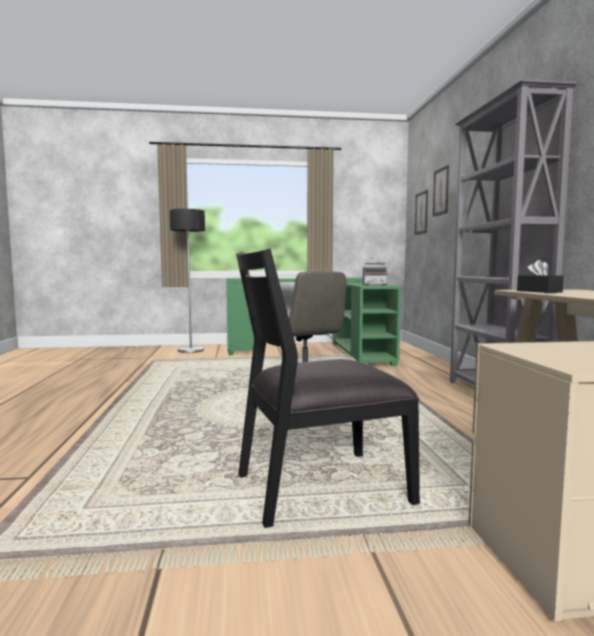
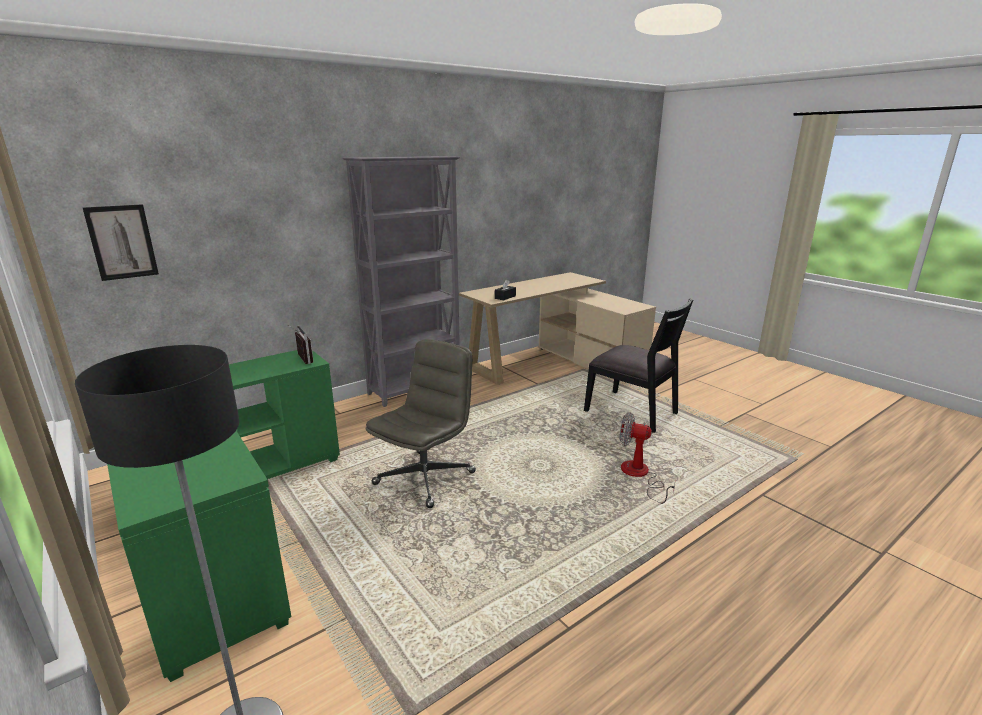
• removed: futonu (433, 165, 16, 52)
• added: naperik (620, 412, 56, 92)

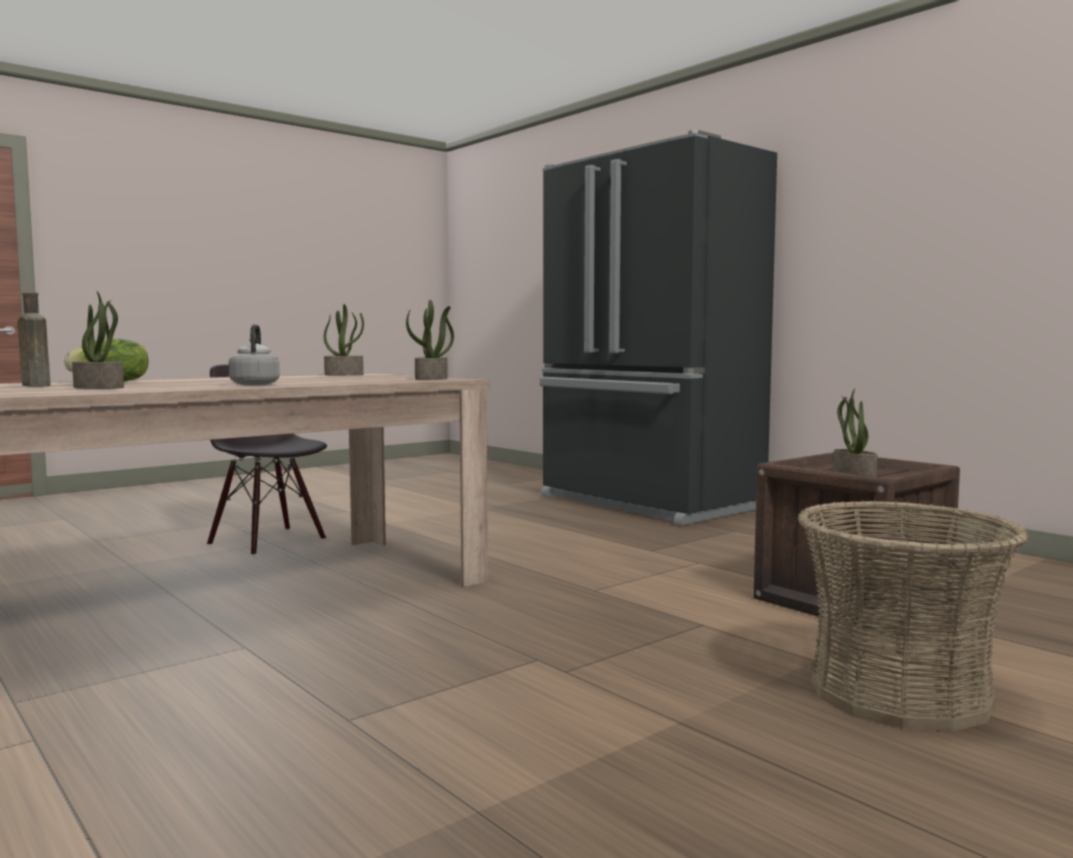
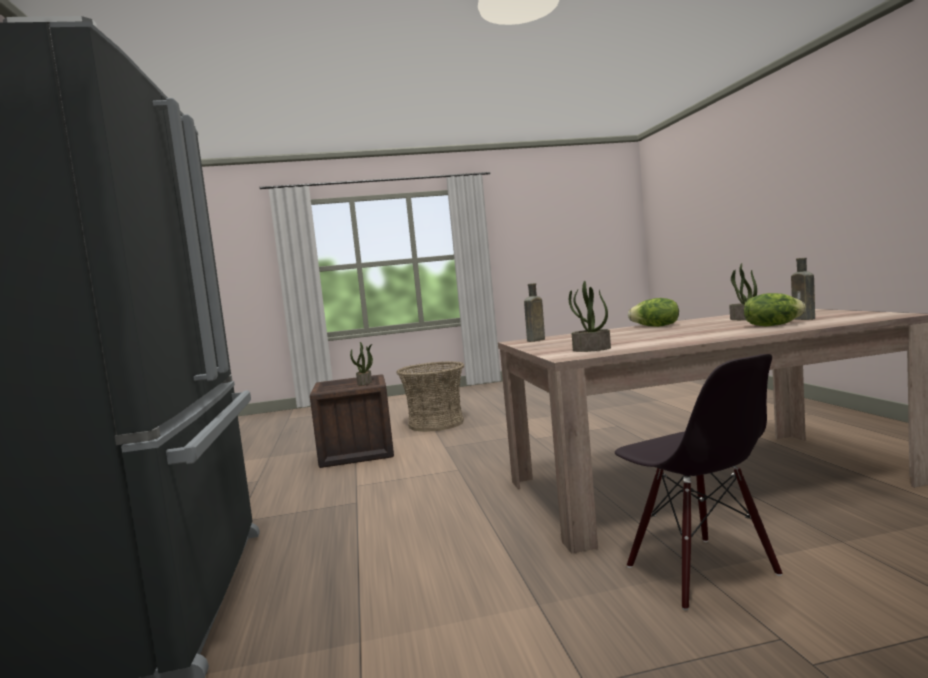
• replaced: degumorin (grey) (229, 324, 51, 62) to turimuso (628, 298, 51, 29)
• replaced: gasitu (406, 300, 48, 80) to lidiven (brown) (524, 283, 21, 59)

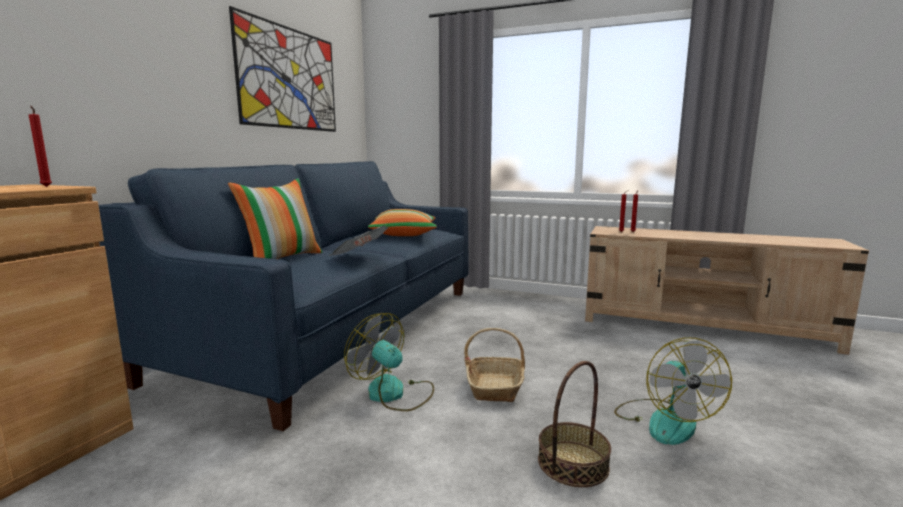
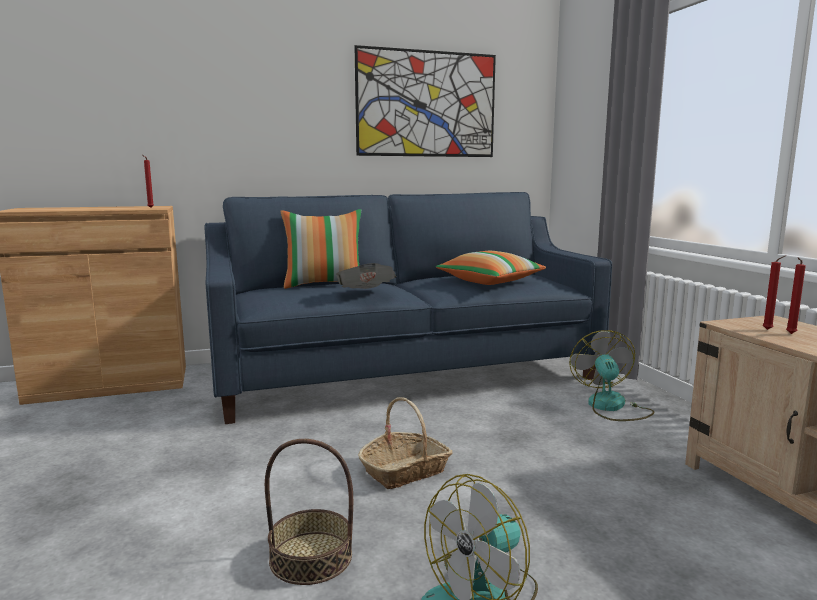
• moved: naperik (344, 313, 90, 98) to (569, 330, 85, 91)

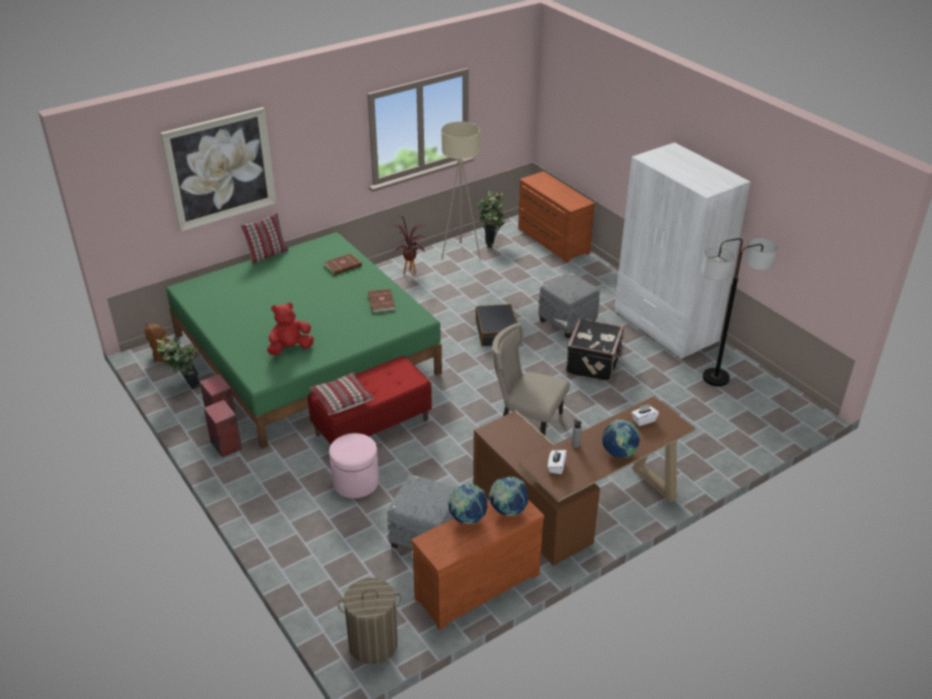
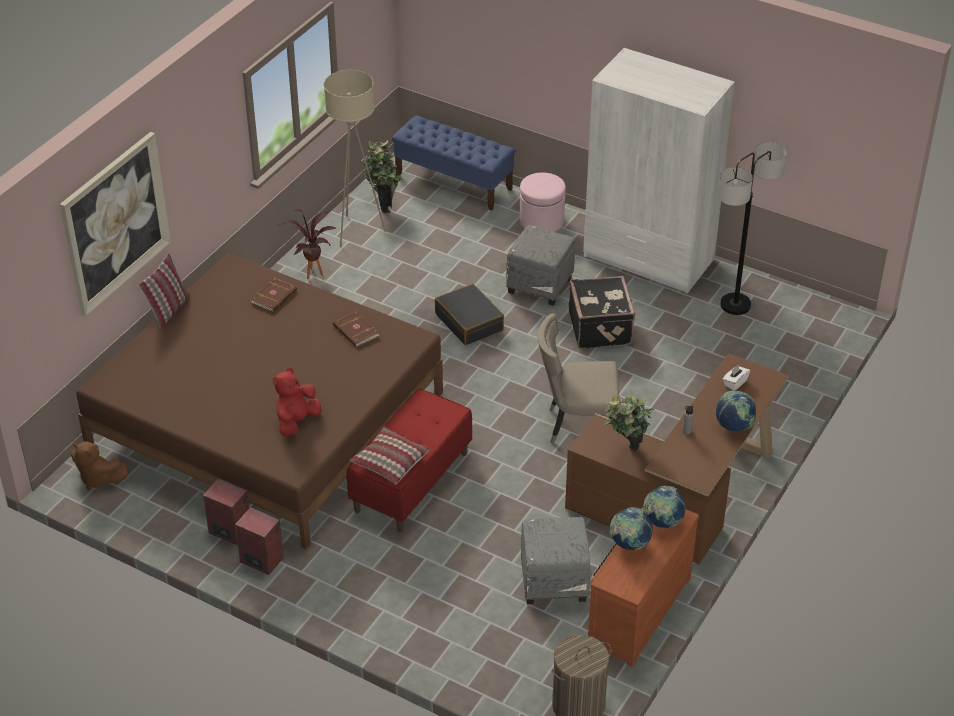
• moved: gasitu (155, 337, 45, 52) to (604, 395, 51, 56)
• recoloured: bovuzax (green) (166, 232, 276, 217) to bovuzax (brown) (76, 253, 367, 296)
• moved: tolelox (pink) (329, 433, 50, 65) to (520, 173, 46, 59)
• replaced: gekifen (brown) (518, 171, 77, 92) to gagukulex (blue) (392, 116, 123, 95)
• removed: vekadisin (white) (548, 449, 19, 25)

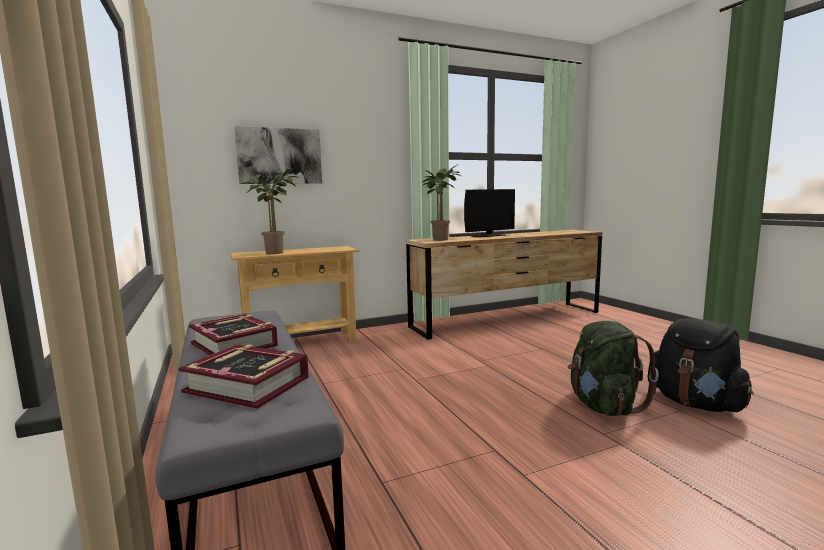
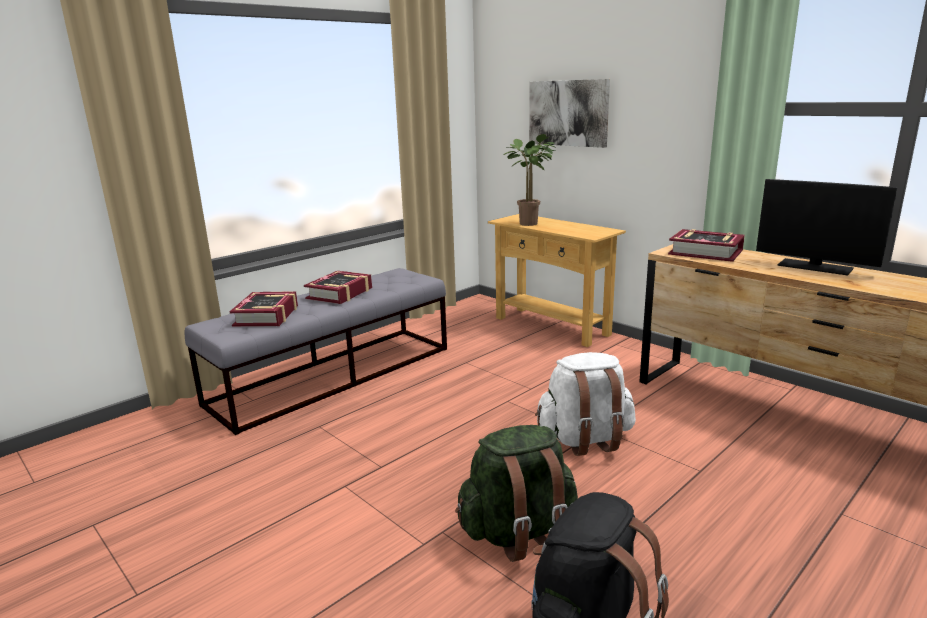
• replaced: gasitu (423, 165, 38, 76) to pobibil (668, 229, 77, 33)
• added: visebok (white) (535, 352, 101, 104)

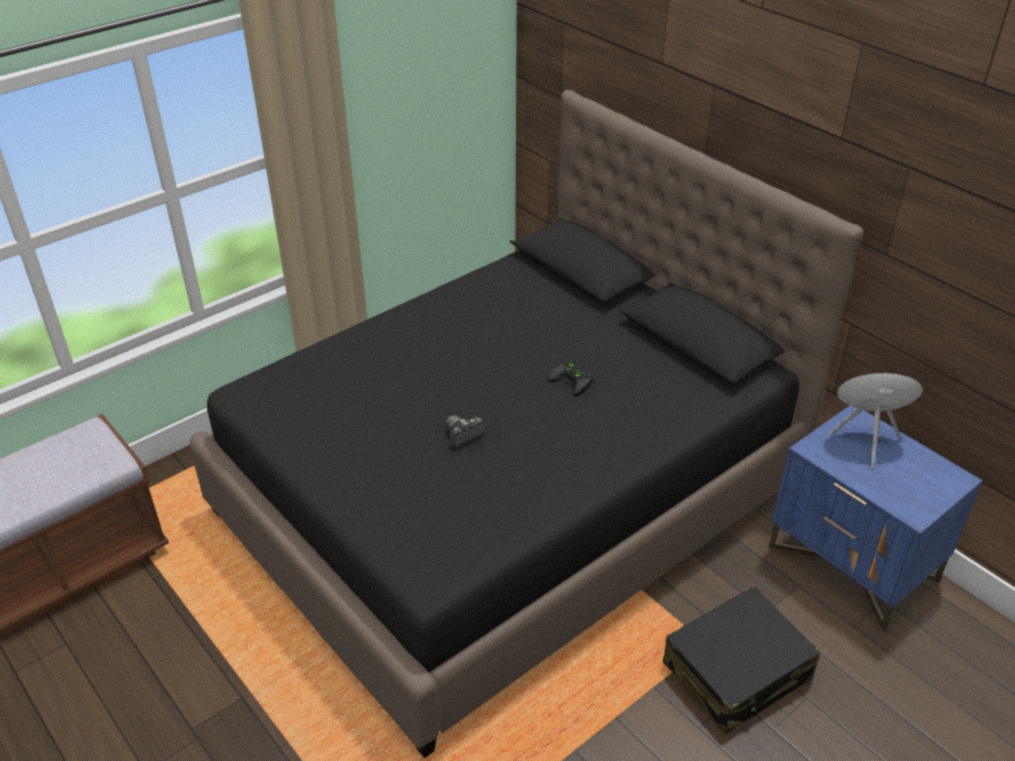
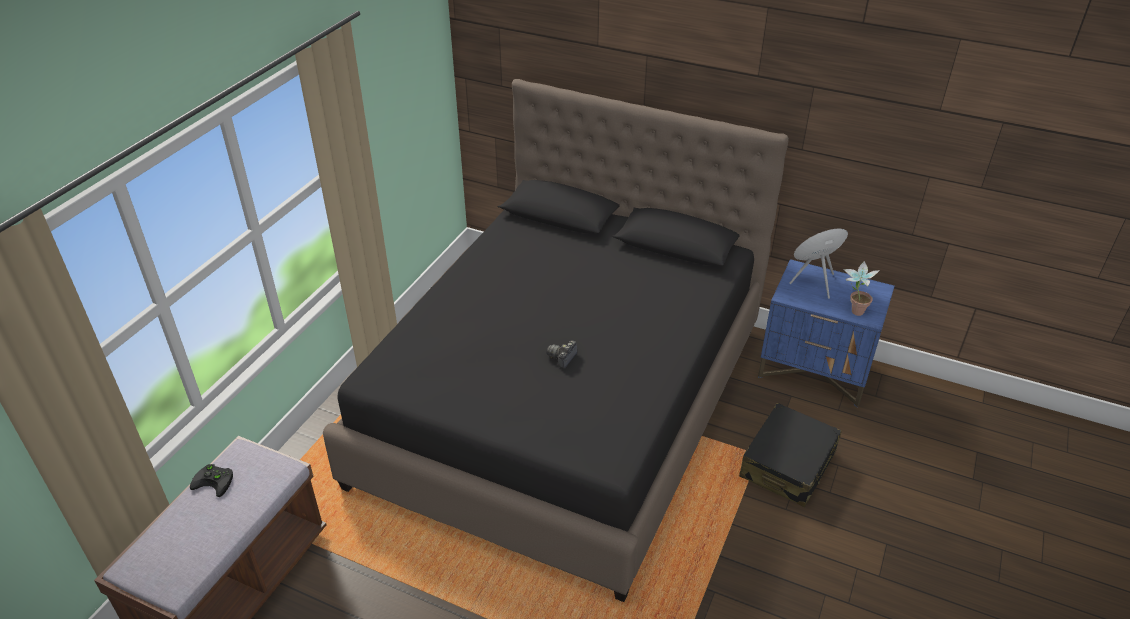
• moved: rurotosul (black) (548, 361, 46, 35) to (190, 464, 43, 33)
• added: gasitu (843, 261, 37, 55)

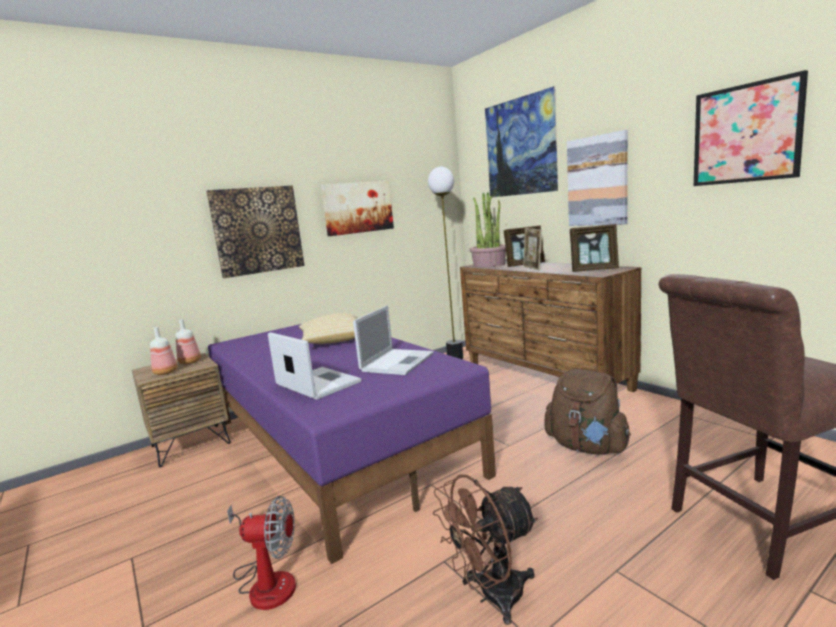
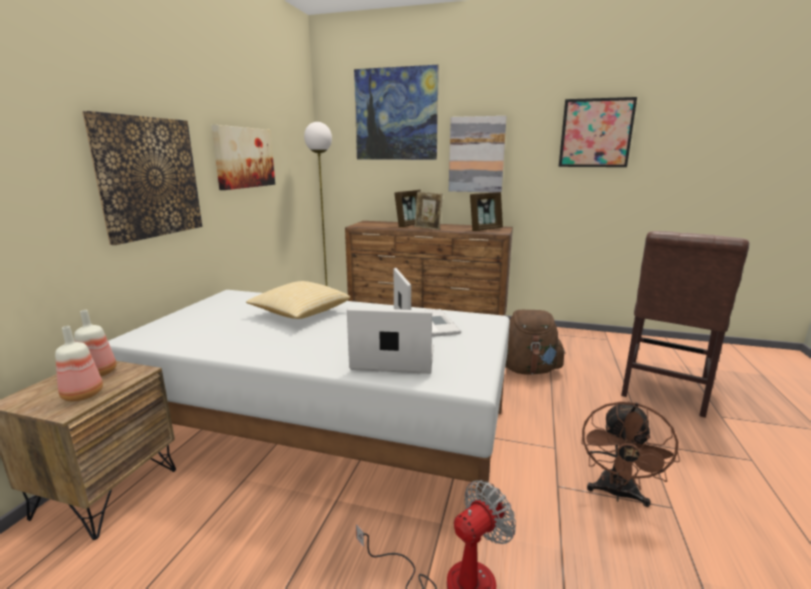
• recoloured: bovuzax (purple) (208, 324, 288, 240) to bovuzax (white) (108, 290, 402, 210)
• removed: gasitu (470, 192, 36, 75)

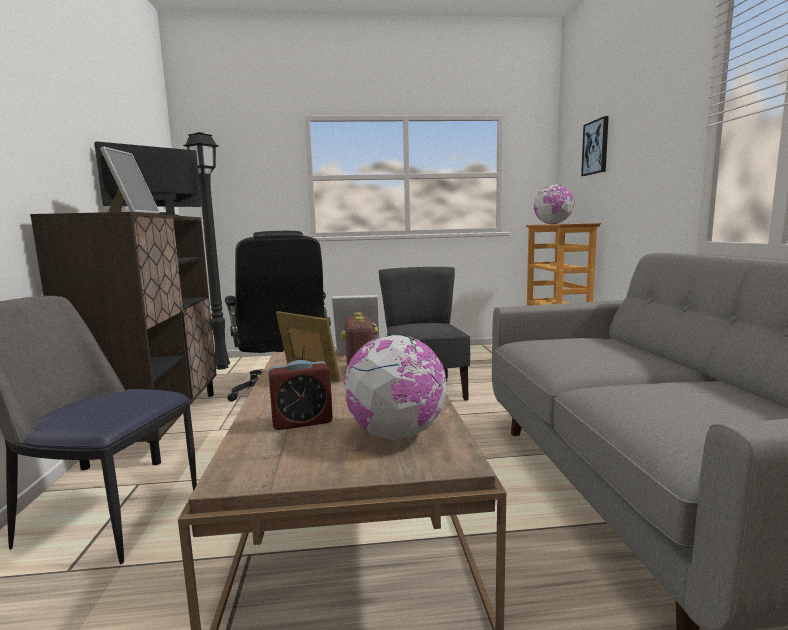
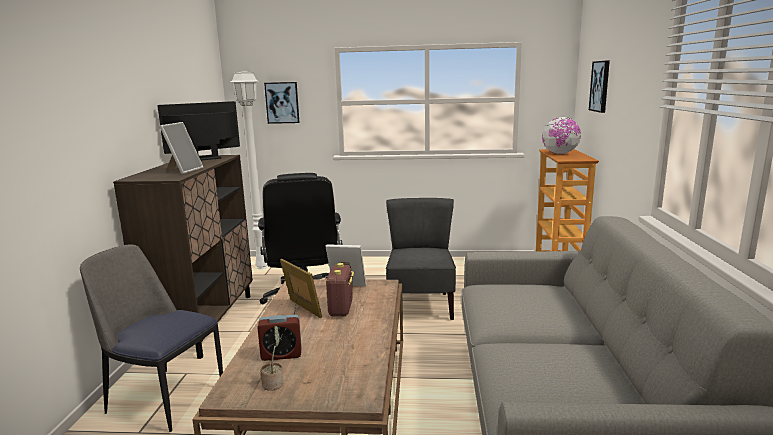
• recoloured: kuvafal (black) (183, 132, 47, 237) to kuvafal (white) (230, 71, 37, 198)
• removed: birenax (344, 335, 103, 105)
• added: gasitu (260, 326, 23, 65)
• added: futonu (264, 82, 36, 42)

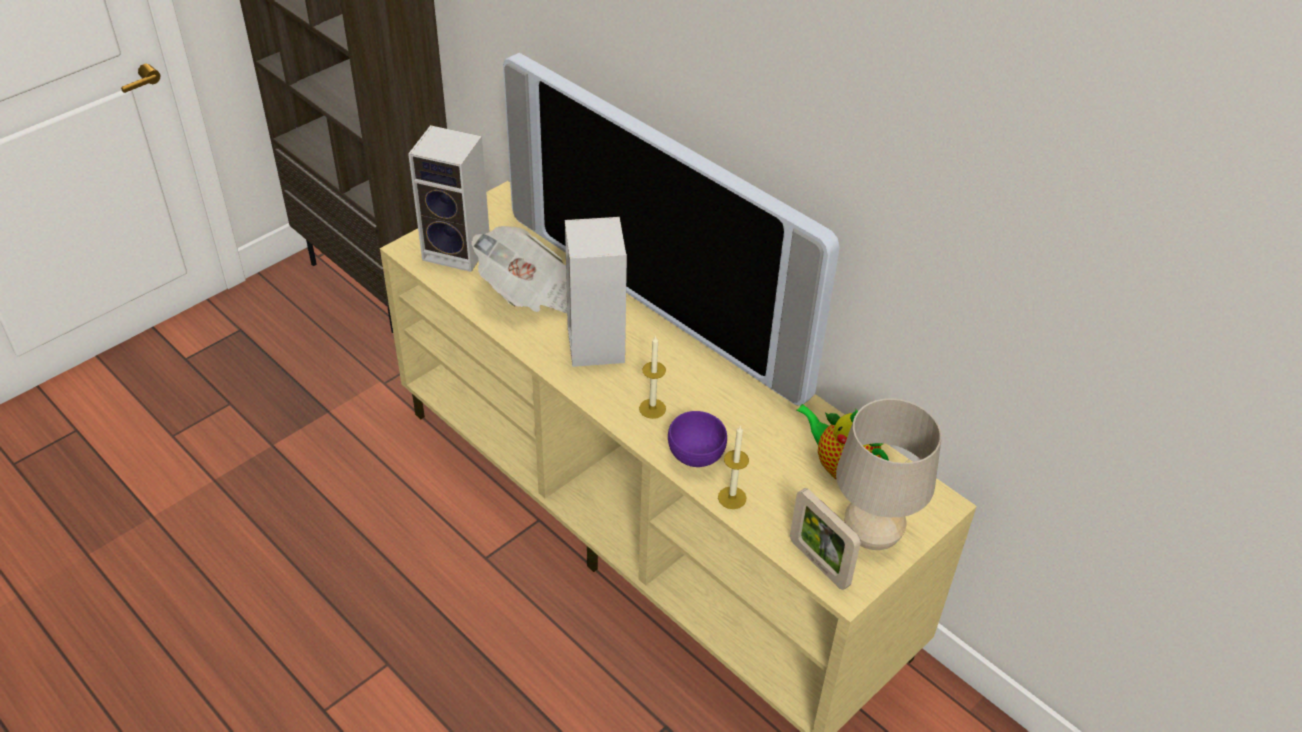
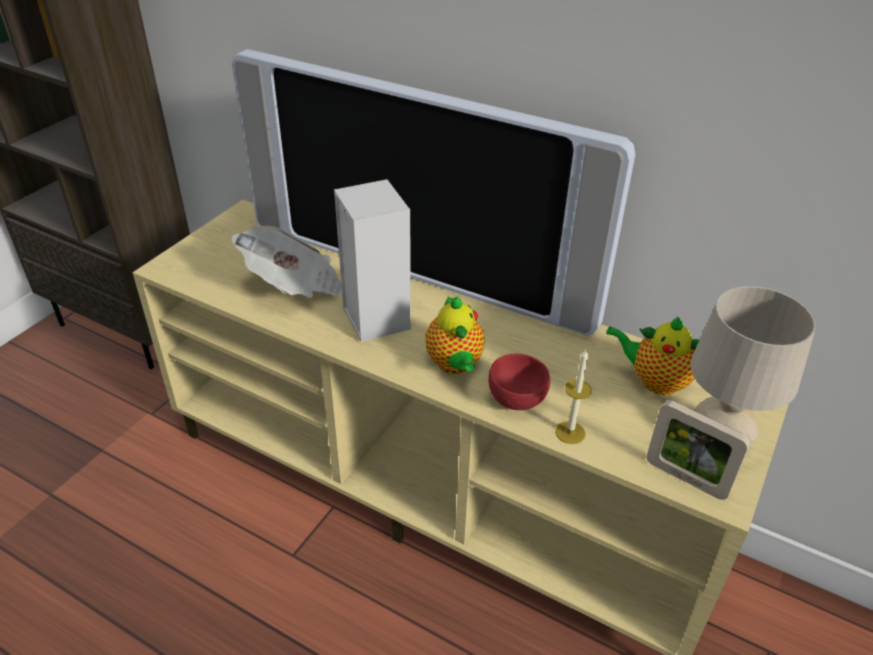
• removed: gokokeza (408, 125, 81, 147)
• replaced: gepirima (639, 335, 27, 84) to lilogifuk (425, 296, 60, 78)
• recoloured: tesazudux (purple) (668, 411, 59, 56) to tesazudux (red) (488, 354, 62, 56)

